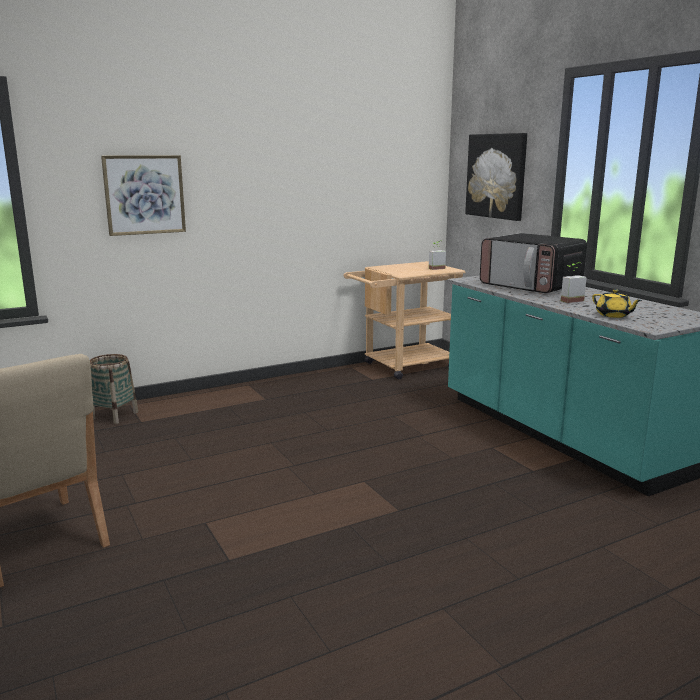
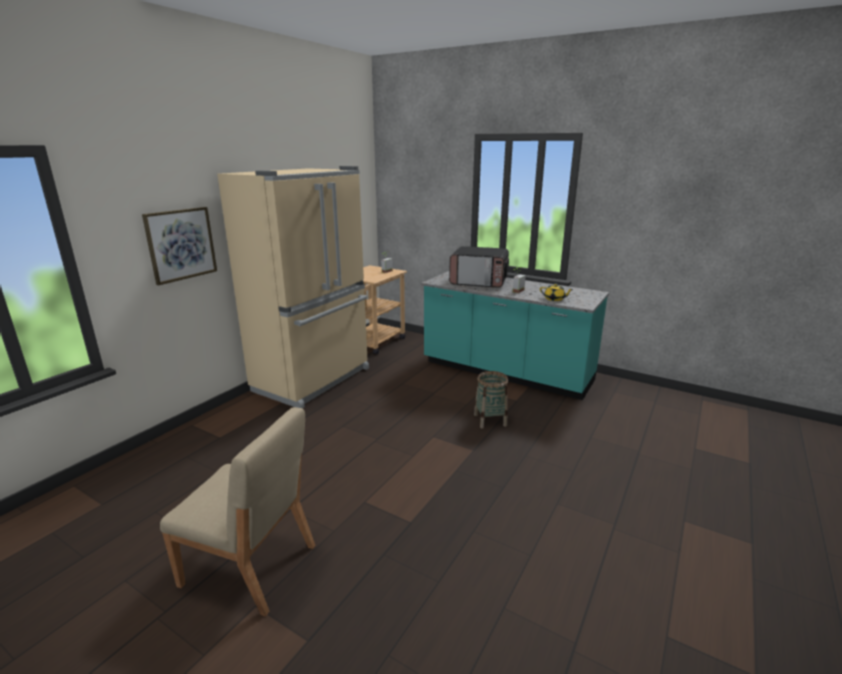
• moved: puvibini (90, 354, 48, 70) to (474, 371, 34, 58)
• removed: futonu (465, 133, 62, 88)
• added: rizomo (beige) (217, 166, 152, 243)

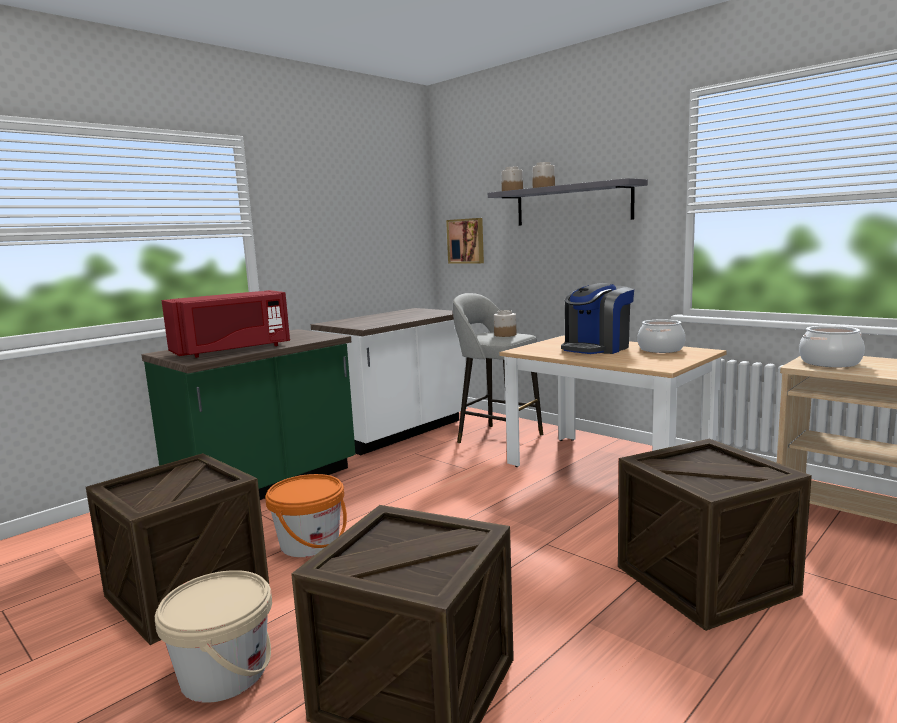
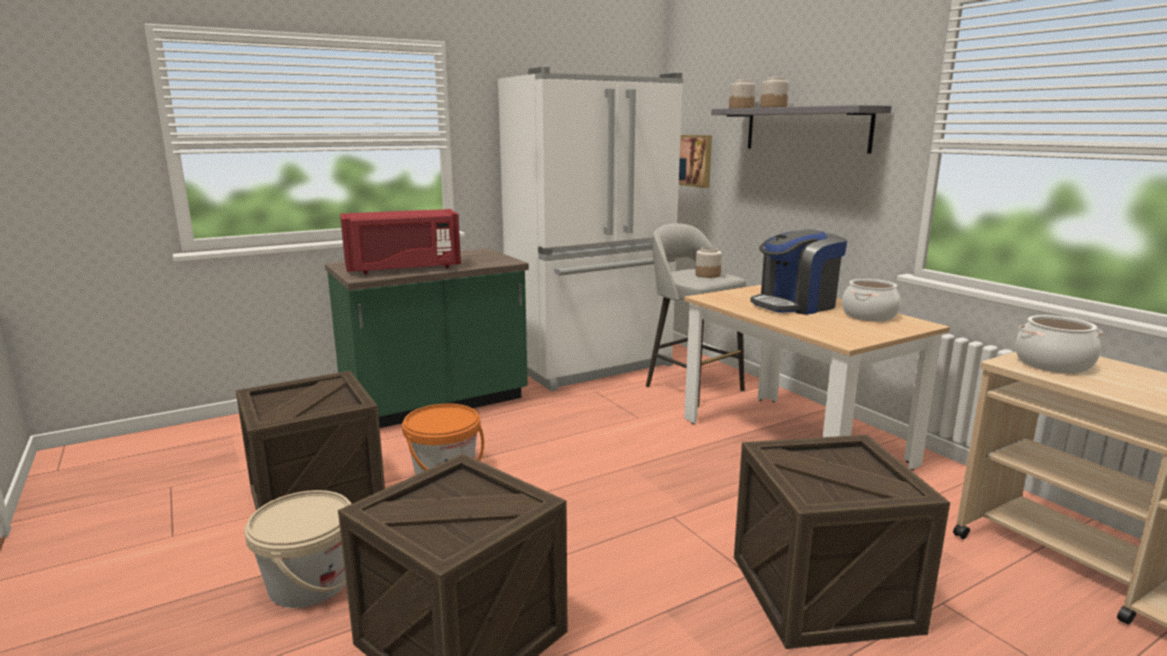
• replaced: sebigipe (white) (311, 308, 156, 147) to rizomo (white) (498, 67, 185, 324)

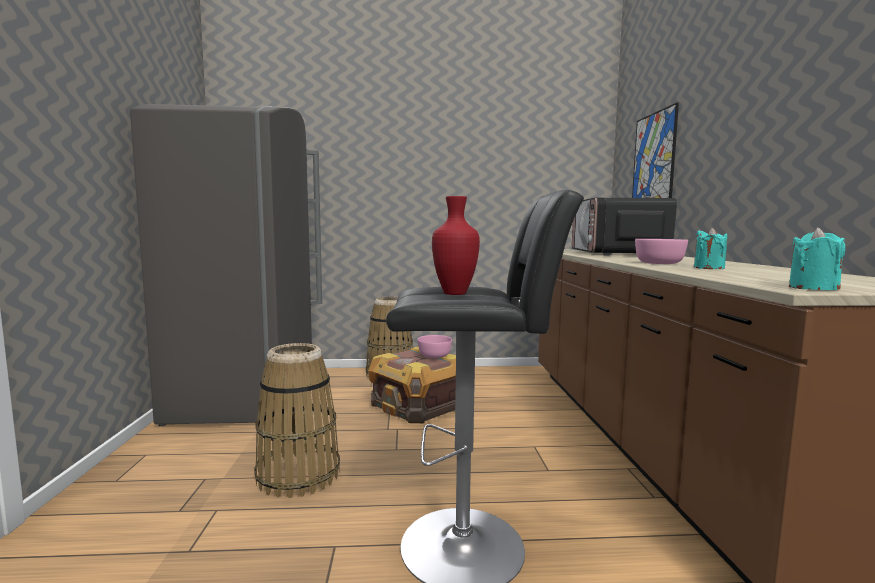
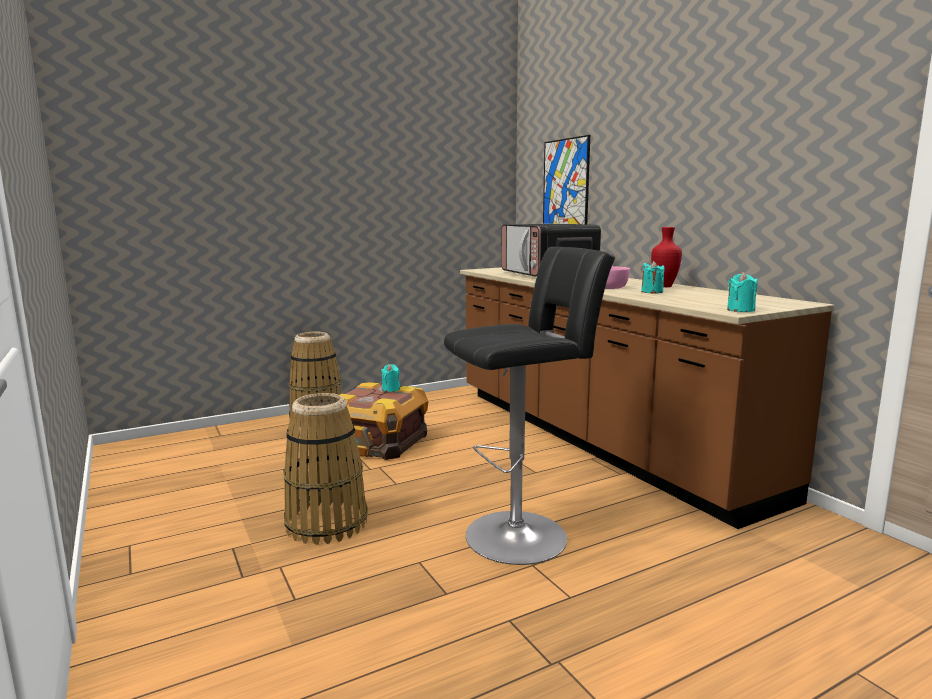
• removed: rizomo (grey) (130, 104, 192, 322)
• replaced: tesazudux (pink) (418, 335, 34, 23) to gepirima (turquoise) (381, 364, 19, 28)
• moved: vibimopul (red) (432, 196, 48, 99) to (651, 227, 31, 60)

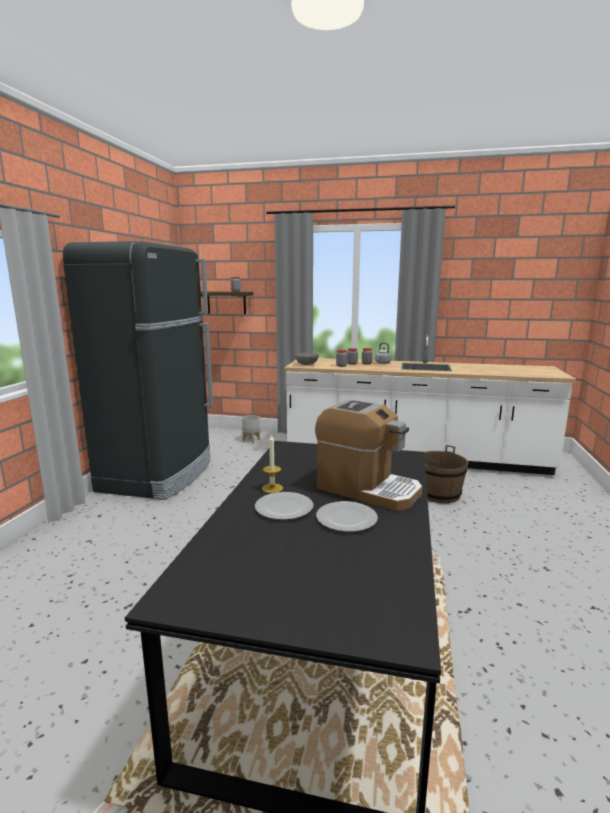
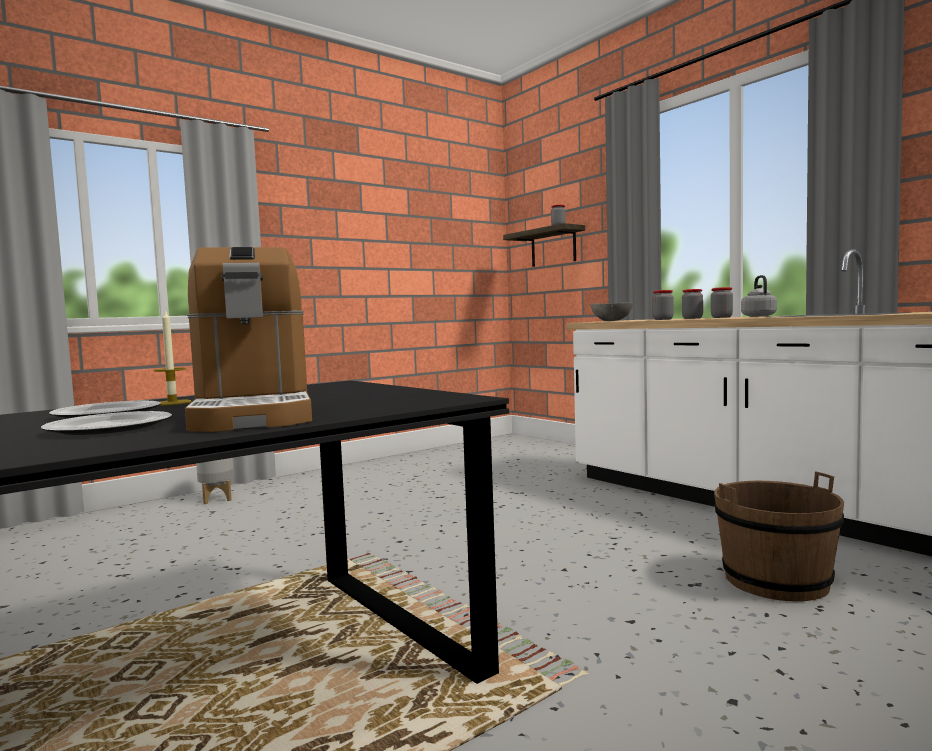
• removed: rizomo (black) (63, 241, 150, 259)
• moved: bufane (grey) (242, 415, 18, 28) to (196, 458, 38, 46)

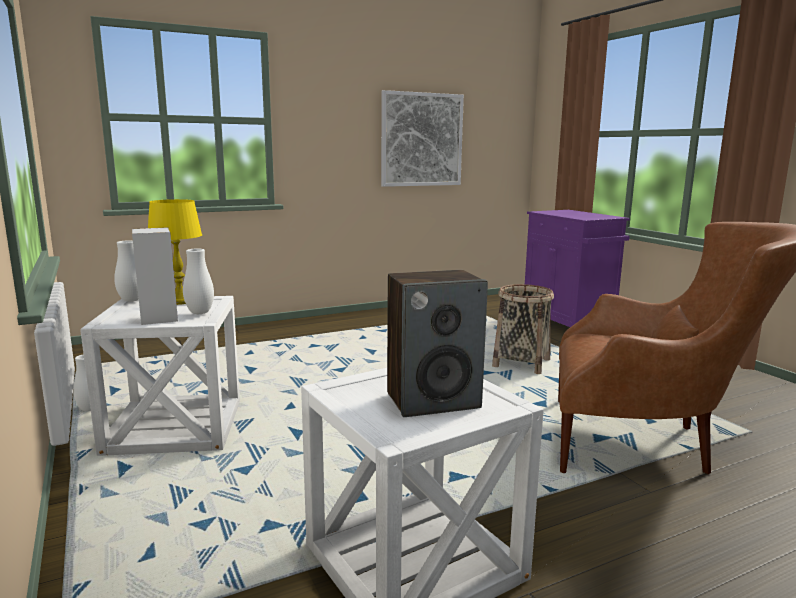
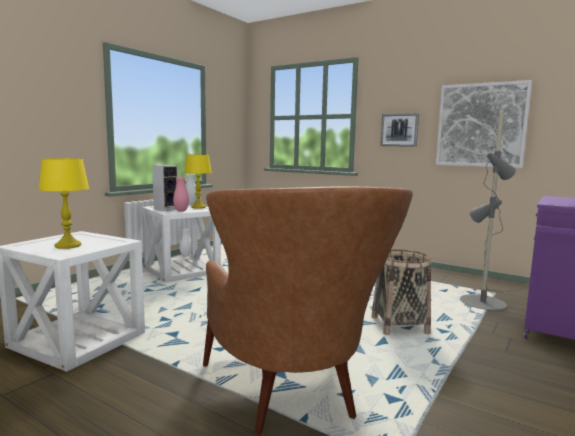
• recoloured: vibimopul (white) (183, 248, 31, 66) to vibimopul (pink) (173, 177, 16, 35)
• replaced: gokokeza (387, 270, 101, 147) to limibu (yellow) (38, 158, 51, 91)
• added: futonu (380, 113, 39, 34)
• added: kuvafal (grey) (460, 110, 67, 201)

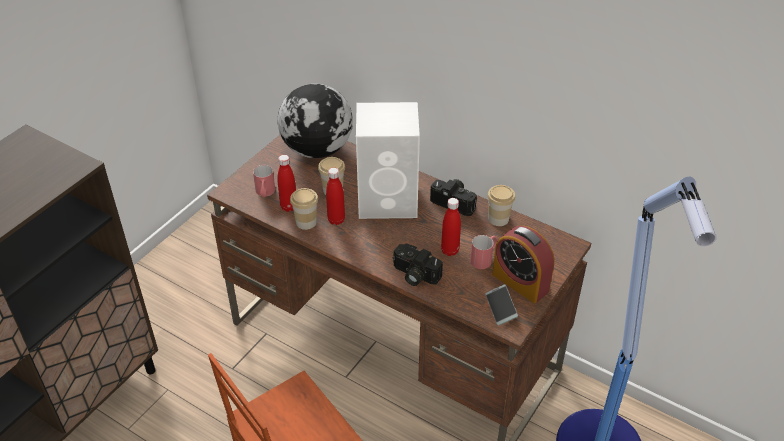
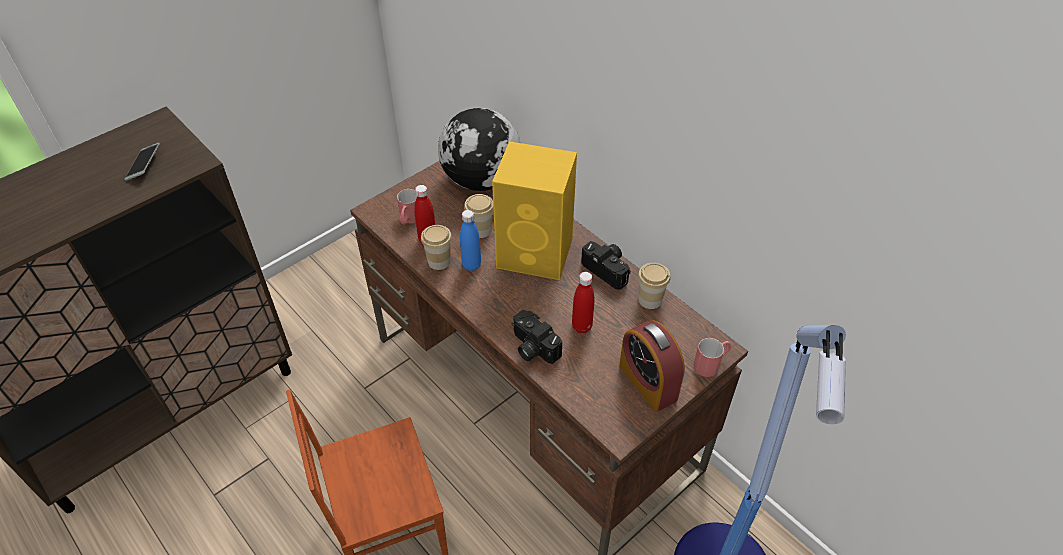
• recoloured: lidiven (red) (326, 168, 19, 57) to lidiven (blue) (460, 210, 21, 61)
• recoloured: gokokeza (white) (356, 102, 64, 117) to gokokeza (yellow) (492, 141, 85, 139)
• moved: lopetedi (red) (470, 235, 28, 34) to (694, 338, 37, 39)
• moved: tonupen (485, 284, 33, 42) to (124, 142, 36, 39)

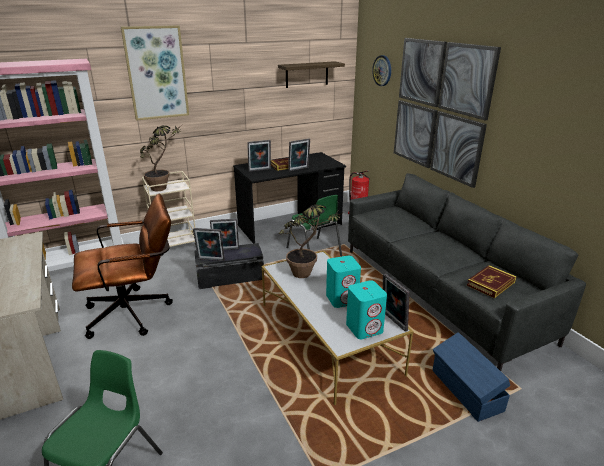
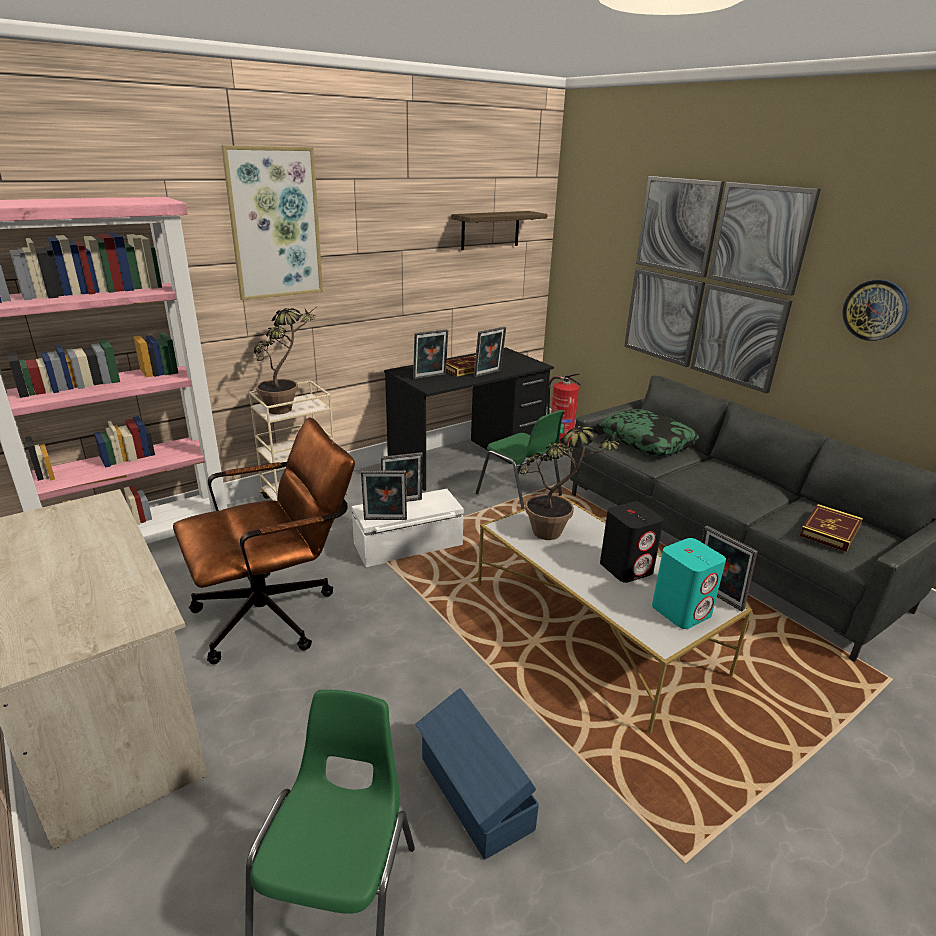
• recoloured: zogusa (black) (194, 243, 70, 46) to zogusa (white) (352, 489, 112, 78)
• recoloured: gokokeza (turquoise) (326, 256, 35, 52) to gokokeza (black) (600, 501, 64, 82)
• moved: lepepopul (372, 55, 19, 31) to (842, 280, 67, 61)
• moved: zogusa (blue) (432, 332, 78, 90) to (415, 688, 124, 172)
• added: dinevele (599, 409, 100, 47)

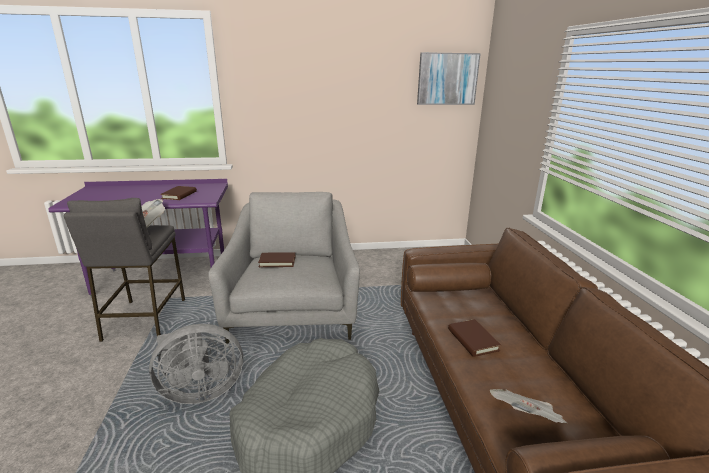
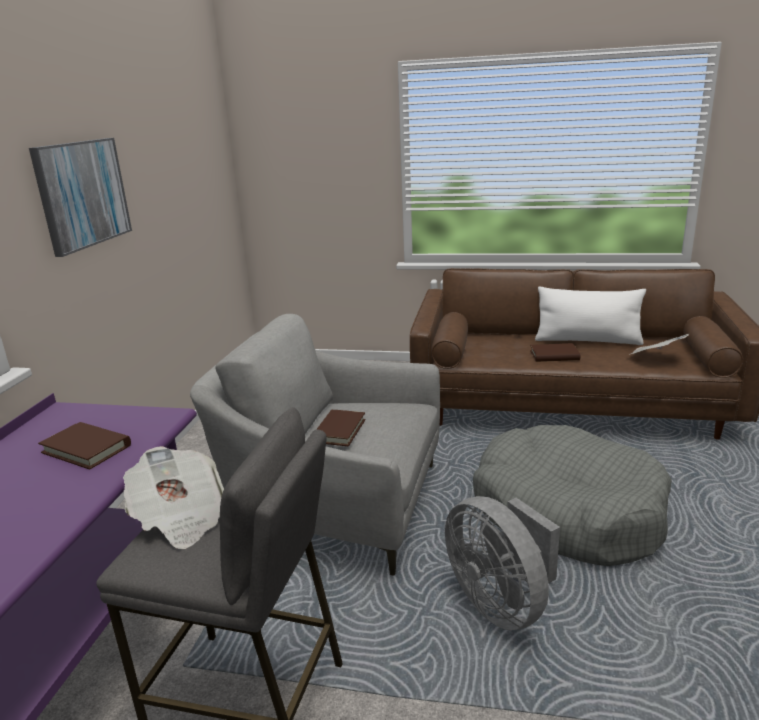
• turned: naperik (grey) (149, 324, 94, 80) = (445, 496, 115, 135) 150 degrees clockwise
• moved: futonu (417, 52, 64, 53) to (29, 138, 103, 119)
• added: dinevele (white) (535, 287, 111, 58)

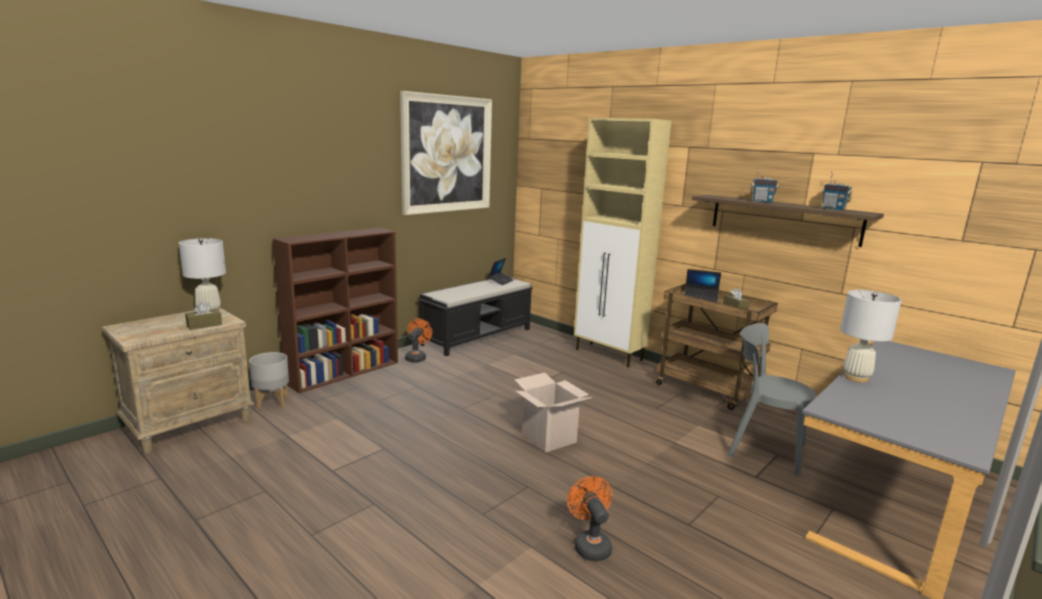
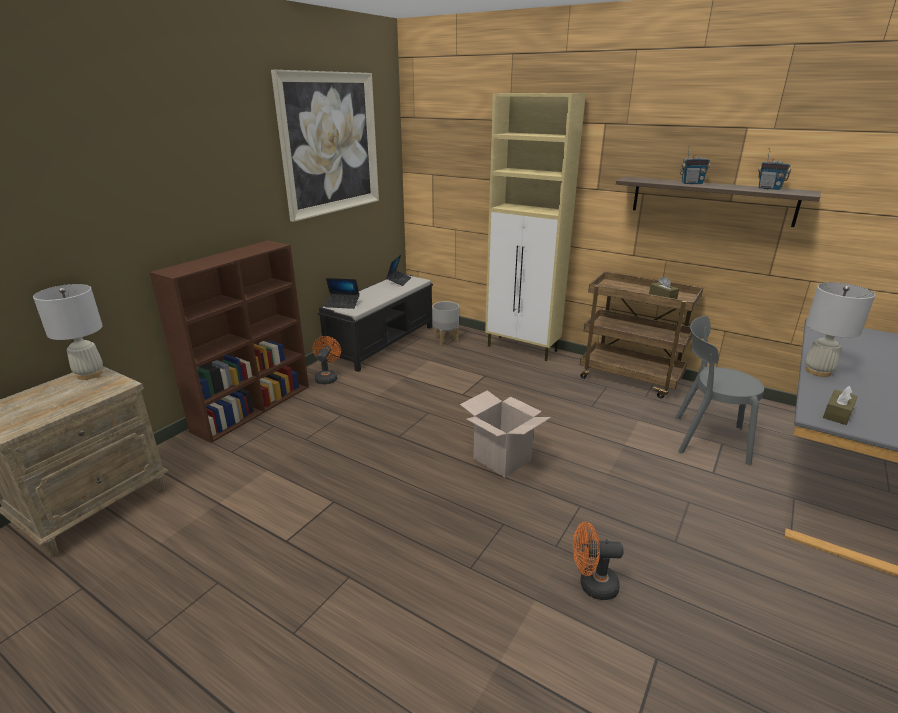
• moved: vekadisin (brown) (185, 301, 37, 29) to (823, 386, 35, 39)
• moved: bufane (grey) (249, 352, 40, 57) to (432, 301, 27, 44)
• turned: naperik (orange) (567, 476, 45, 85) = (573, 522, 51, 78) 60 degrees counterclockwise
• moved: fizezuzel (684, 269, 37, 33) to (325, 278, 34, 31)

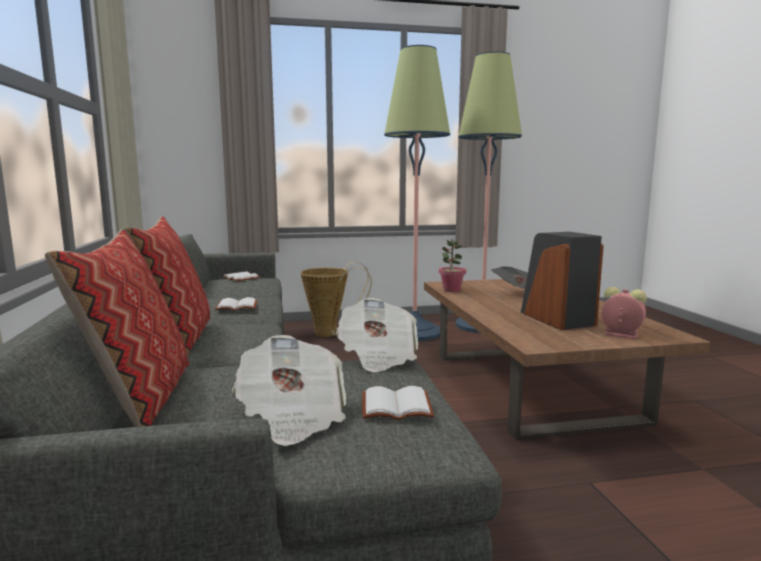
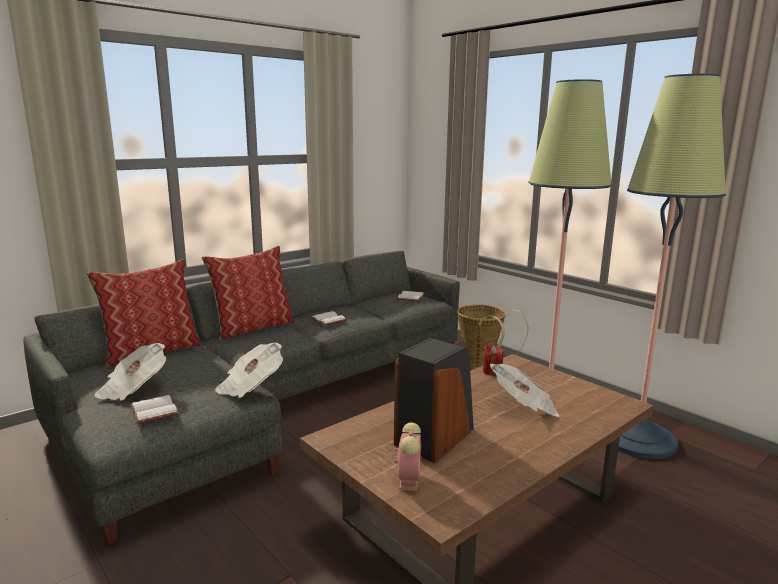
• replaced: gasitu (439, 239, 27, 53) to gepirima (red) (483, 345, 20, 31)

